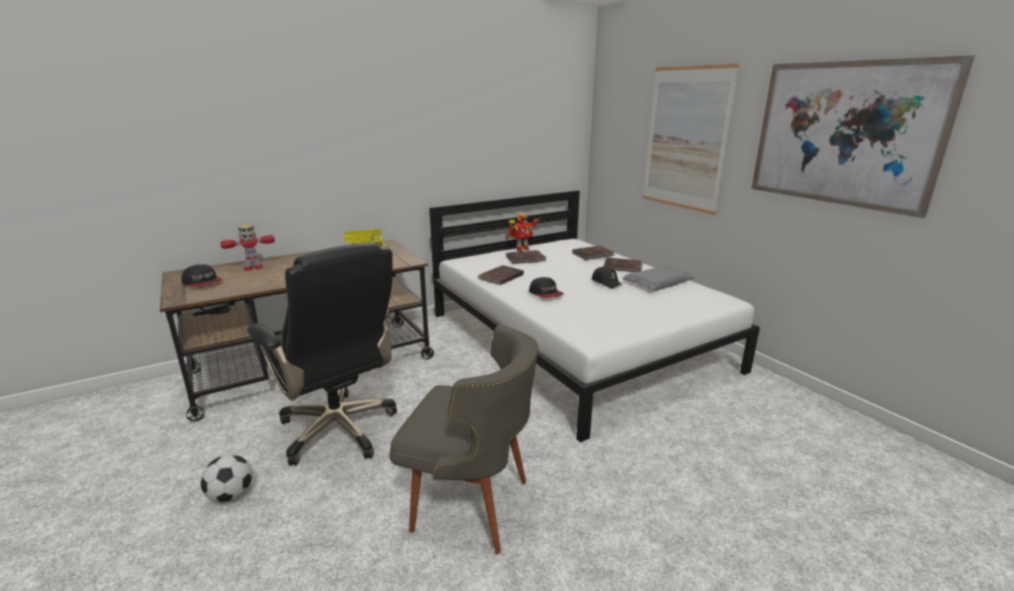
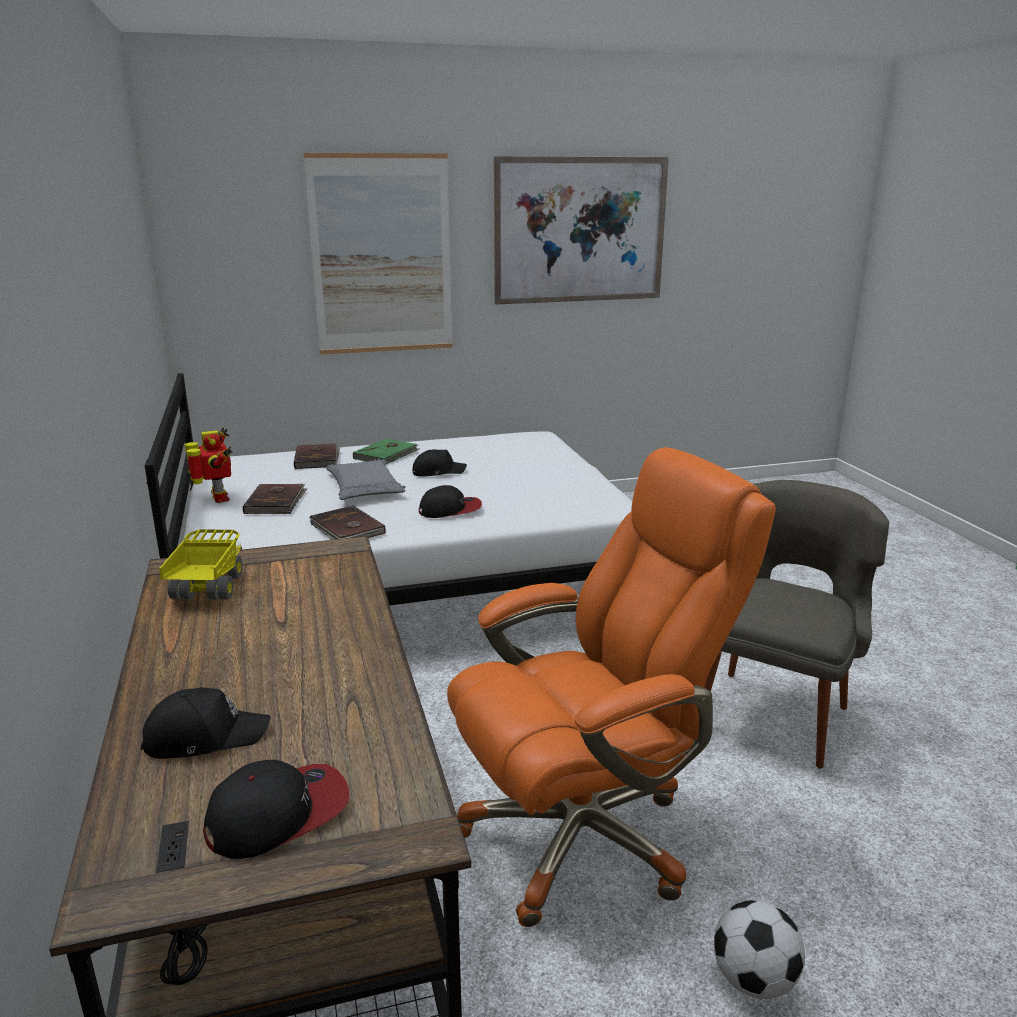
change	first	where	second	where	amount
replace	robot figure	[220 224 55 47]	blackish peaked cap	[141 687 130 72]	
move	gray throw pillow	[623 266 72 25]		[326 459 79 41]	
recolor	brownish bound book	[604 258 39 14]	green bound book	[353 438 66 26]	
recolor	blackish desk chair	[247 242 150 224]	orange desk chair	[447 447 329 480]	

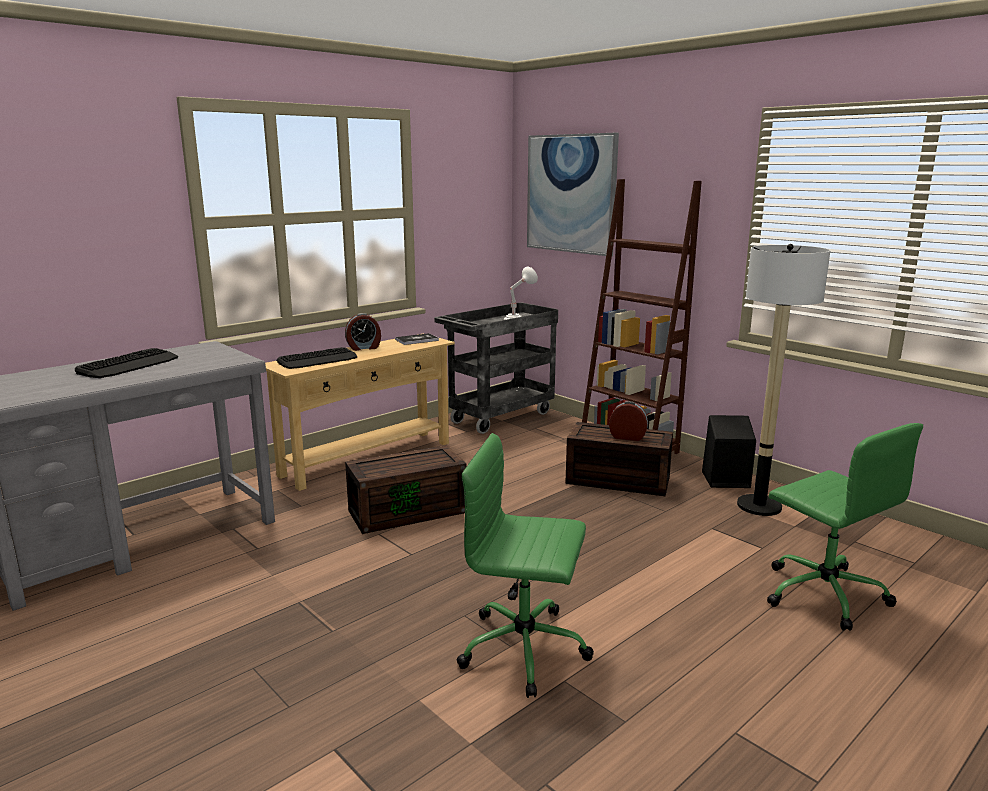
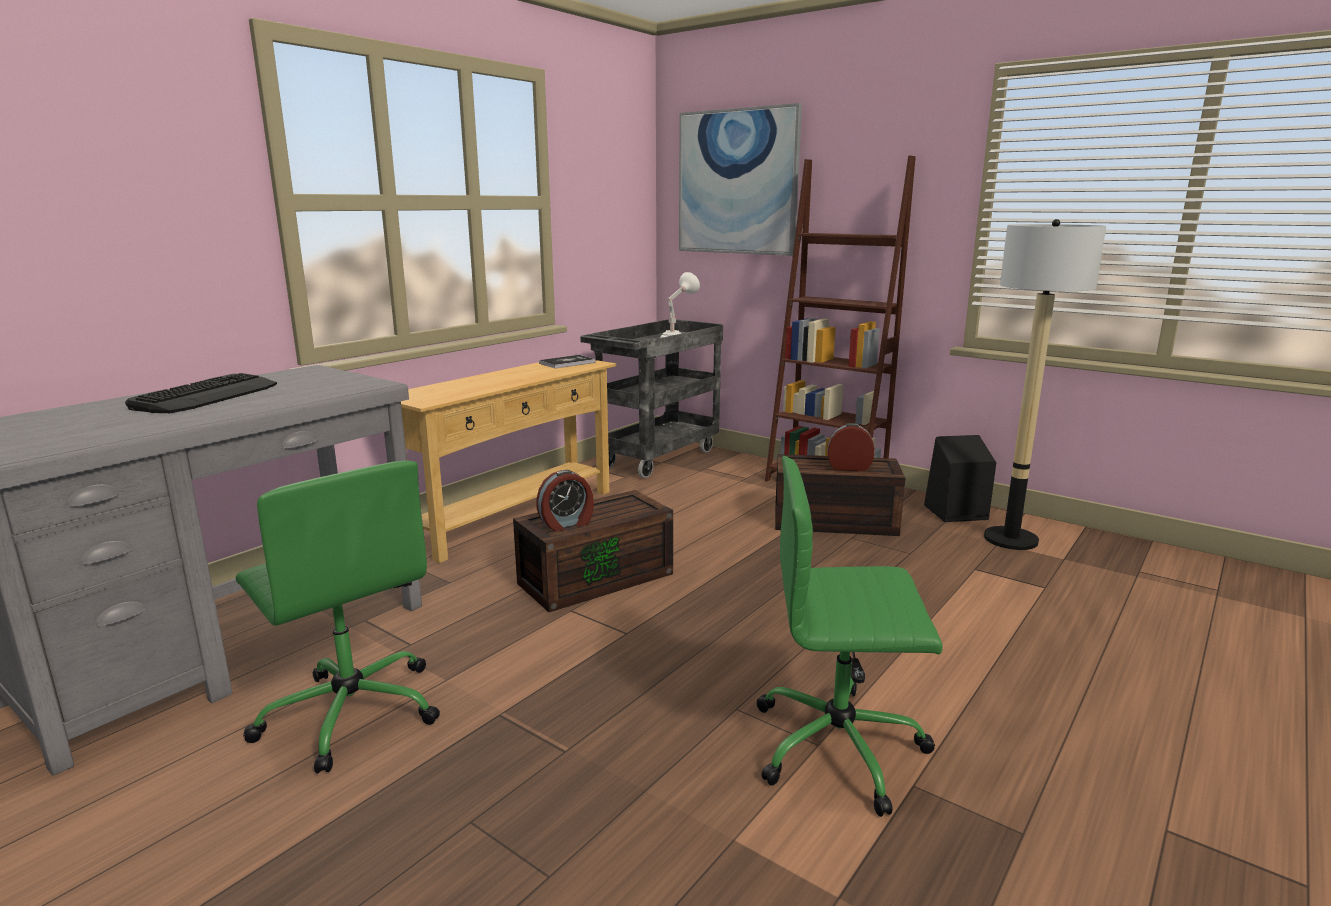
change	first	where	second	where	amount
move	green desk chair	[767 423 156 208]		[236 461 204 313]	
move	bedside clock	[345 313 36 38]		[536 470 58 61]	
delete	keyboard	[277 347 80 22]			

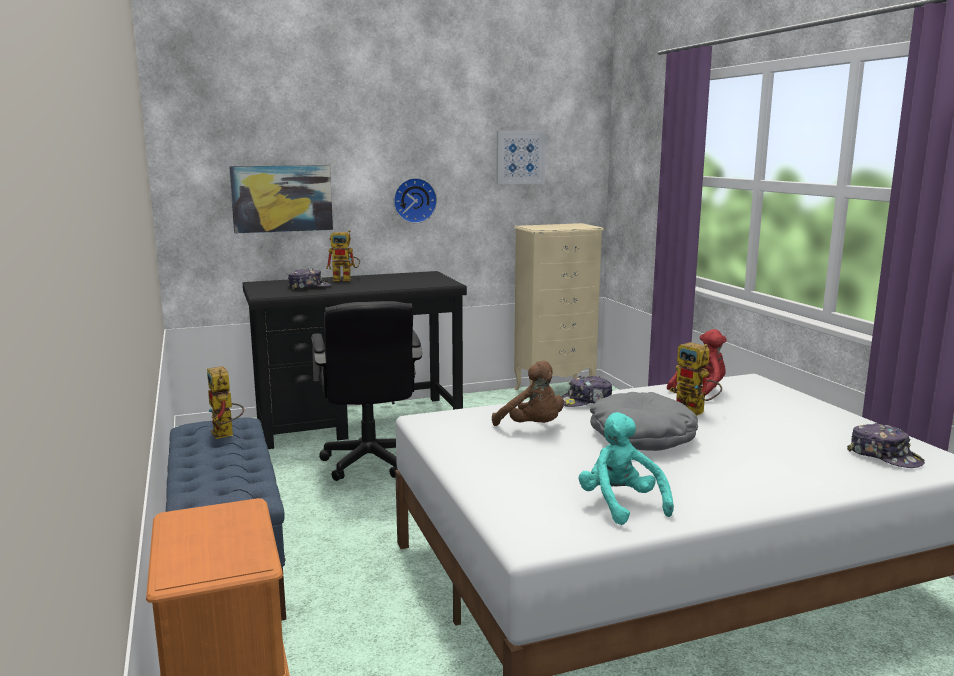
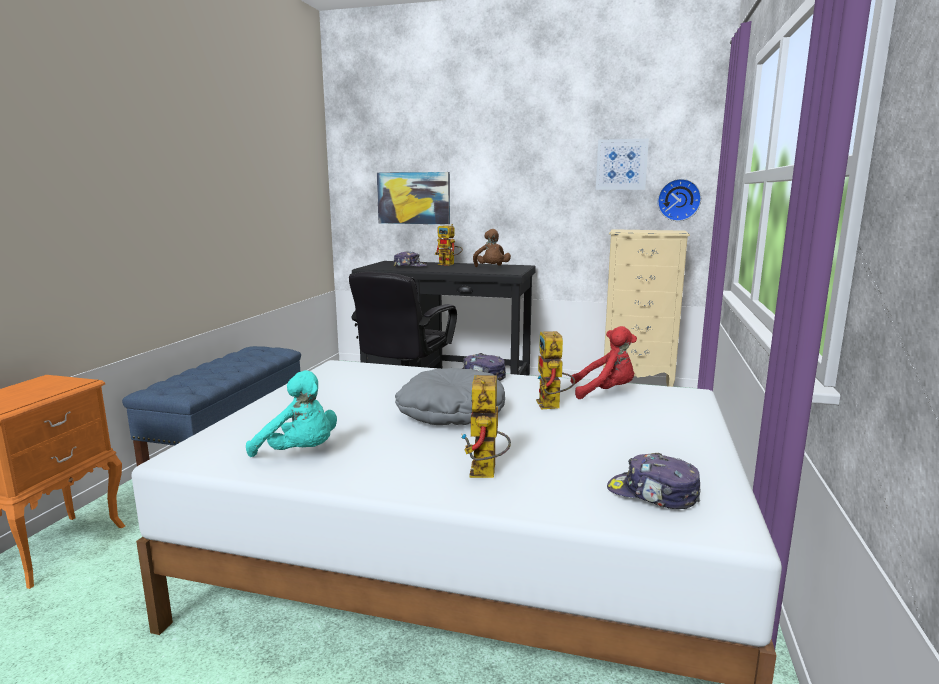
change	first	where	second	where	amount
rotate	turquoise-coloured plush toy	[579 412 95 113]		[246 370 91 87]	105 degrees clockwise
move	robot figure	[207 366 37 73]		[461 375 50 103]	
move	brownish plush toy	[492 361 72 65]		[473 229 38 38]	
rotate	peaked cap	[847 423 78 45]		[607 453 93 56]	120 degrees clockwise
move	clock on the wall	[394 178 43 45]		[657 179 44 42]	

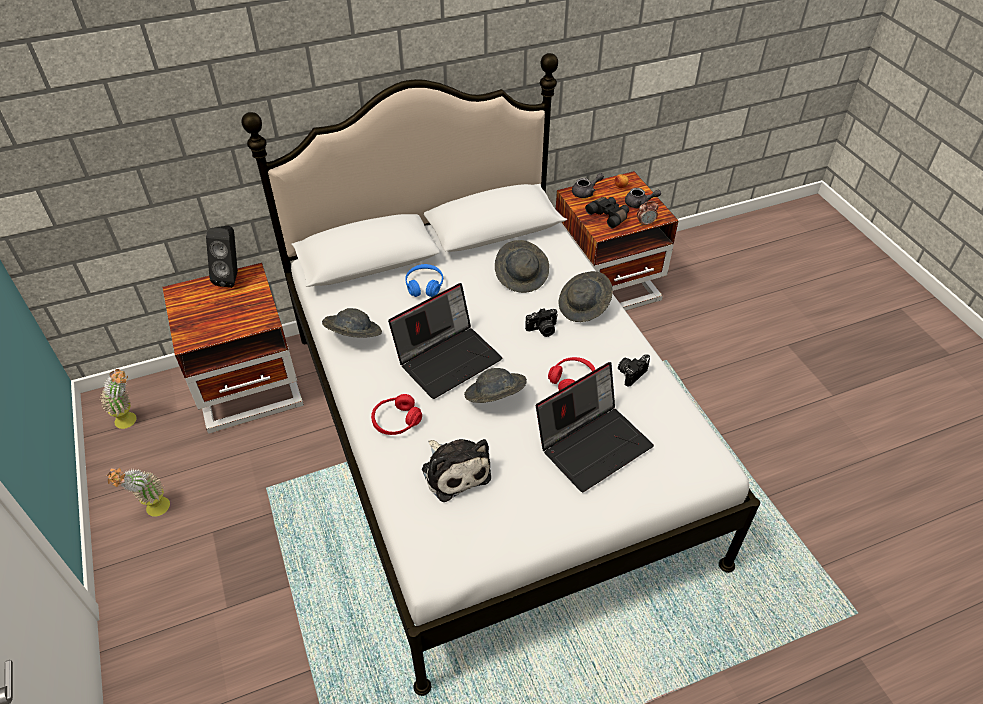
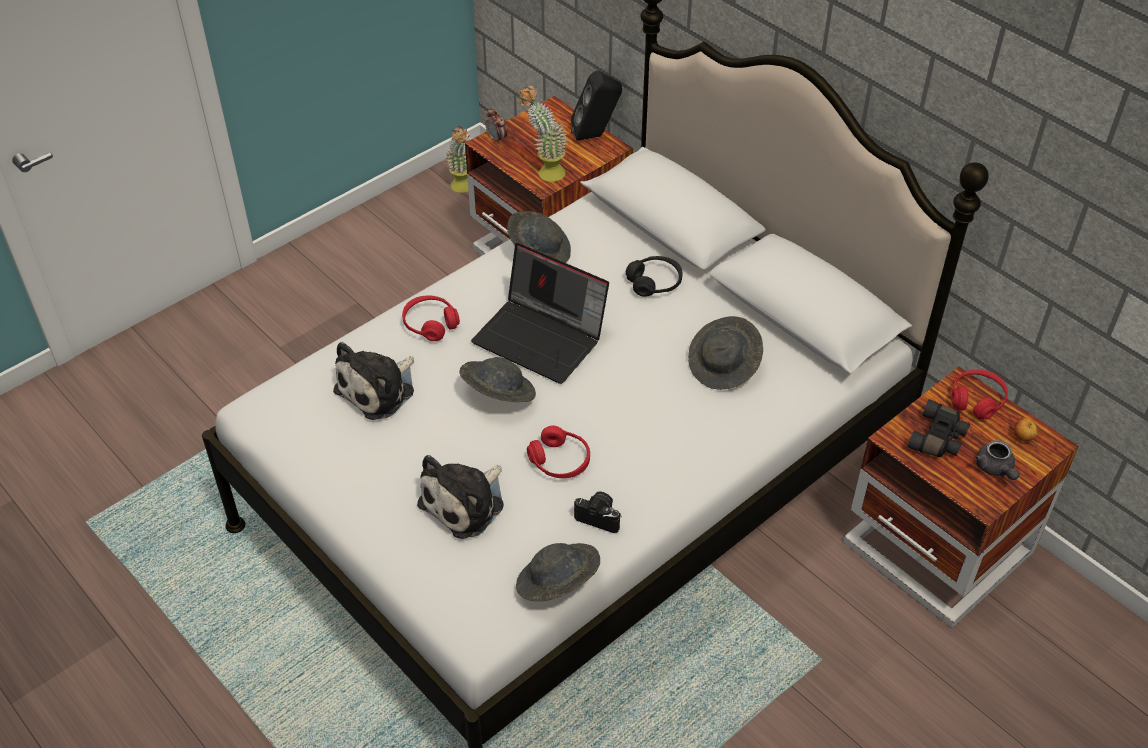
change	first	where	second	where	amount
replace	notebook computer	[536 362 118 130]	plush toy	[417 455 87 84]	
move	bedside clock	[637 201 21 25]		[485 108 22 36]	
move	gray hat	[559 271 54 51]		[516 543 84 58]	
move	houseplant	[106 468 64 48]		[519 86 49 96]	
recolor	blue headset	[405 264 38 33]	blackish headset	[626 256 57 41]	
replace	gray pot for tea	[572 173 32 25]	reddish headset	[951 369 57 50]	
delete	still camera	[525 308 33 29]			

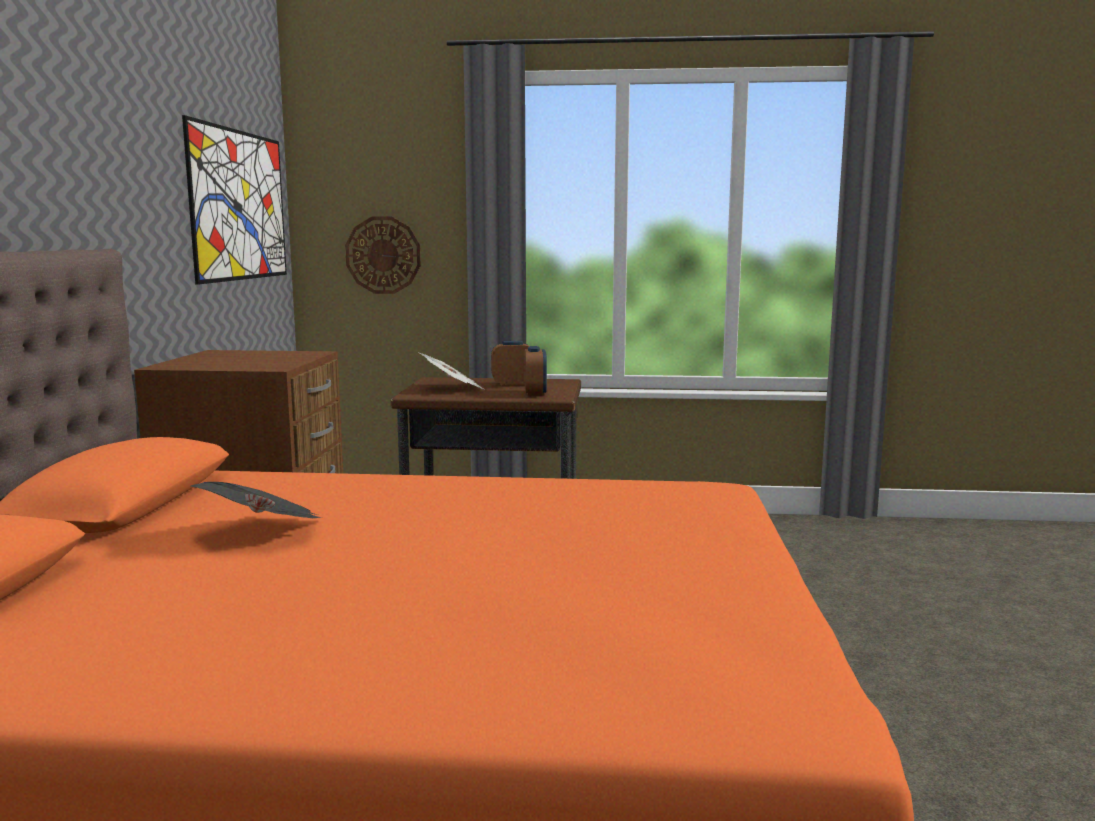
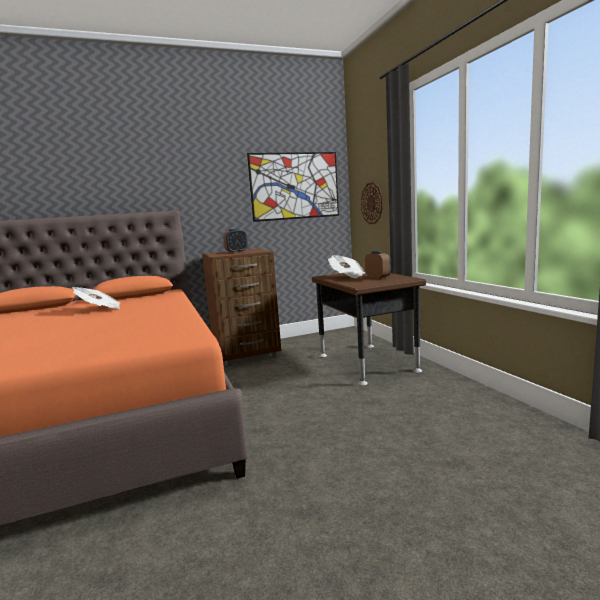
change	first	where	second	where	amount
move	bedside clock	[524 346 23 50]		[223 229 25 24]	

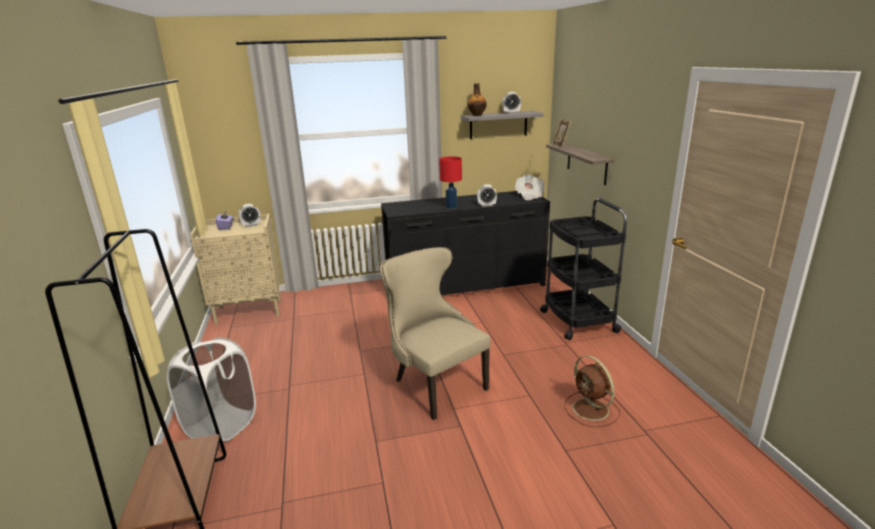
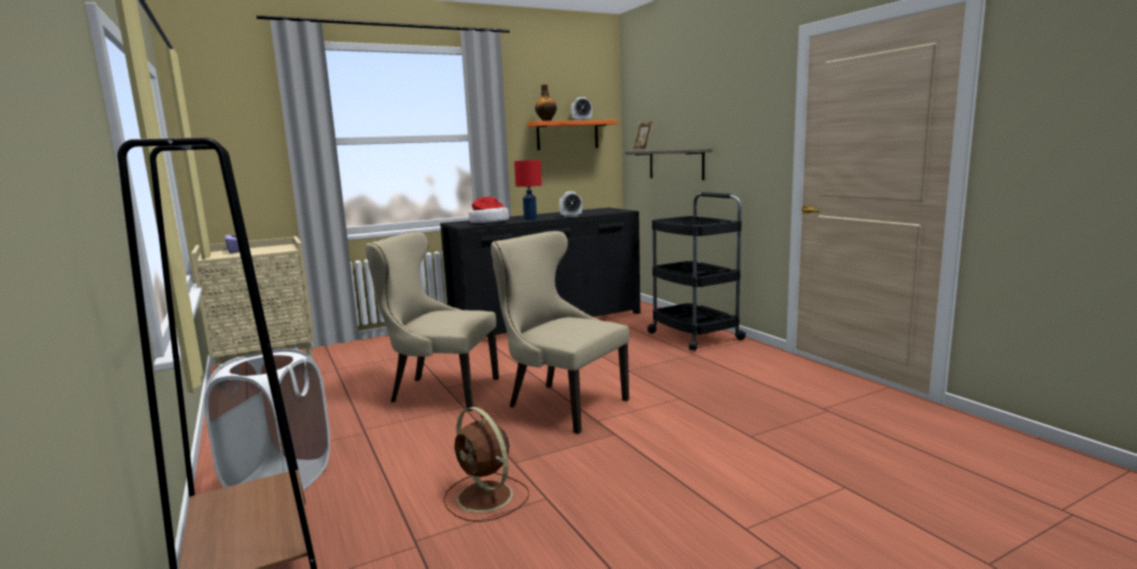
change	first	where	second	where	amount
insert			sand-coloured plain chair	[366 232 133 179]	
move	brownish electric fan	[564 355 56 72]		[443 407 86 115]	
insert			hat	[469 197 40 26]	
recolor	gray bracket shelf	[461 111 83 28]	orange bracket shelf	[527 120 91 30]	
delete	bedside clock	[238 204 23 23]			
delete	newspaper	[514 175 31 25]			

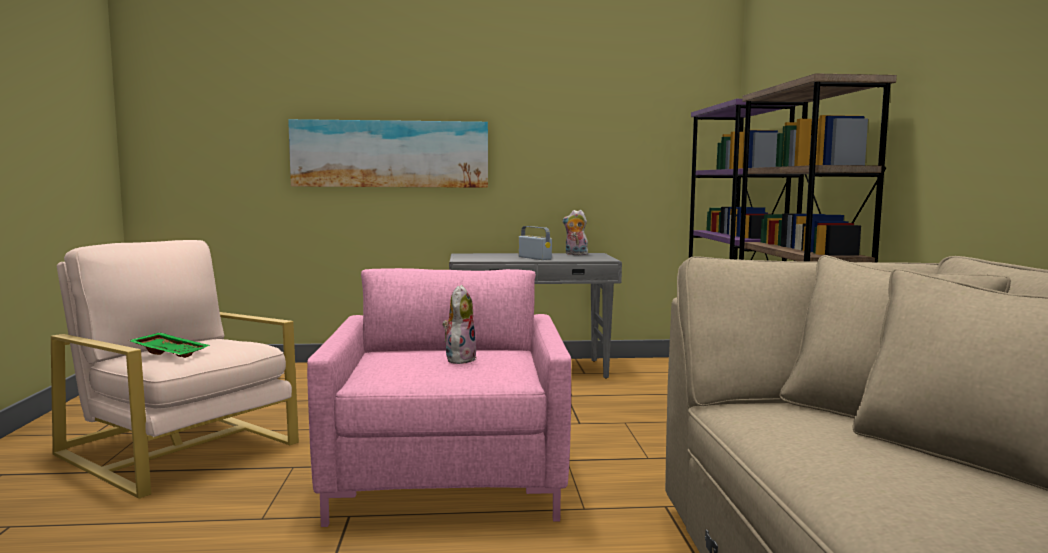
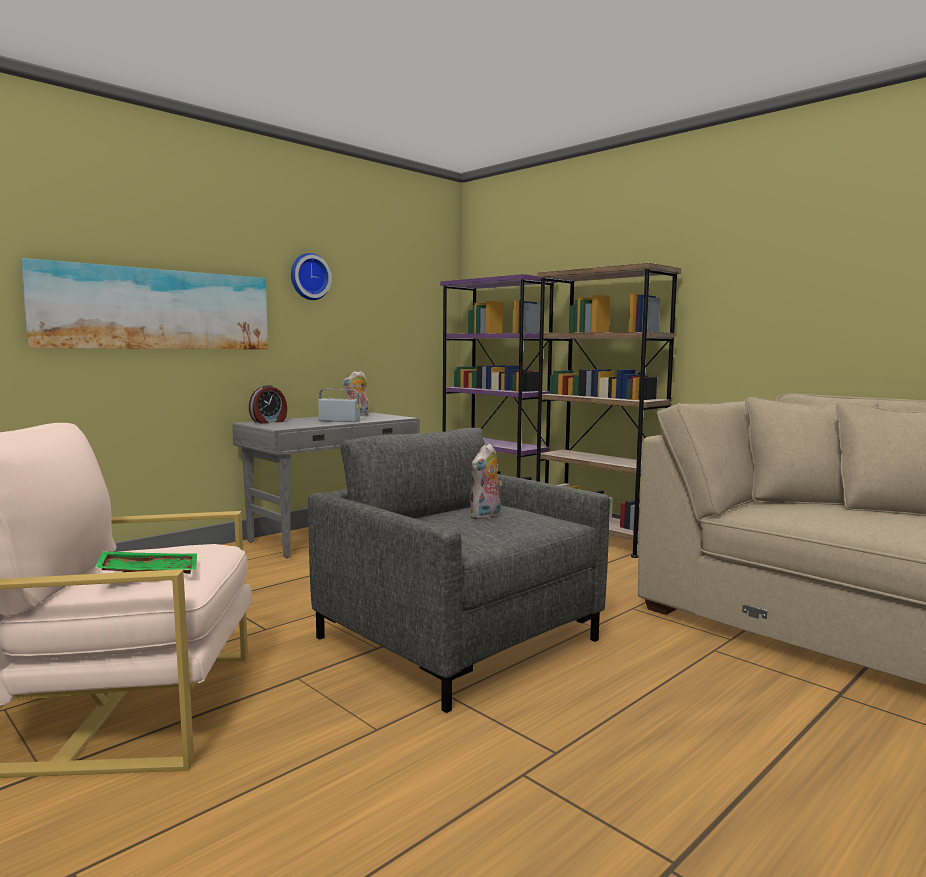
change	first	where	second	where	amount
insert			bedside clock	[249 385 38 39]	
insert			clock on the wall	[291 253 41 47]	
recolor	pink lounge chair	[307 268 264 259]	gray lounge chair	[308 428 302 285]	
rotate	plush toy	[442 285 35 79]		[469 443 33 77]	120 degrees counterclockwise

